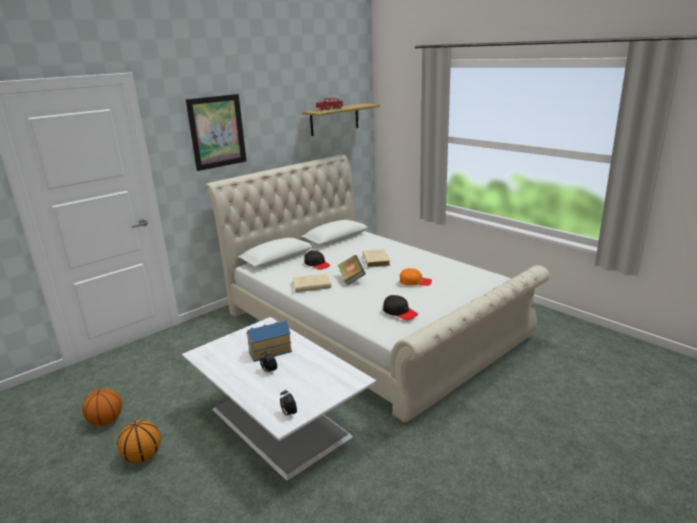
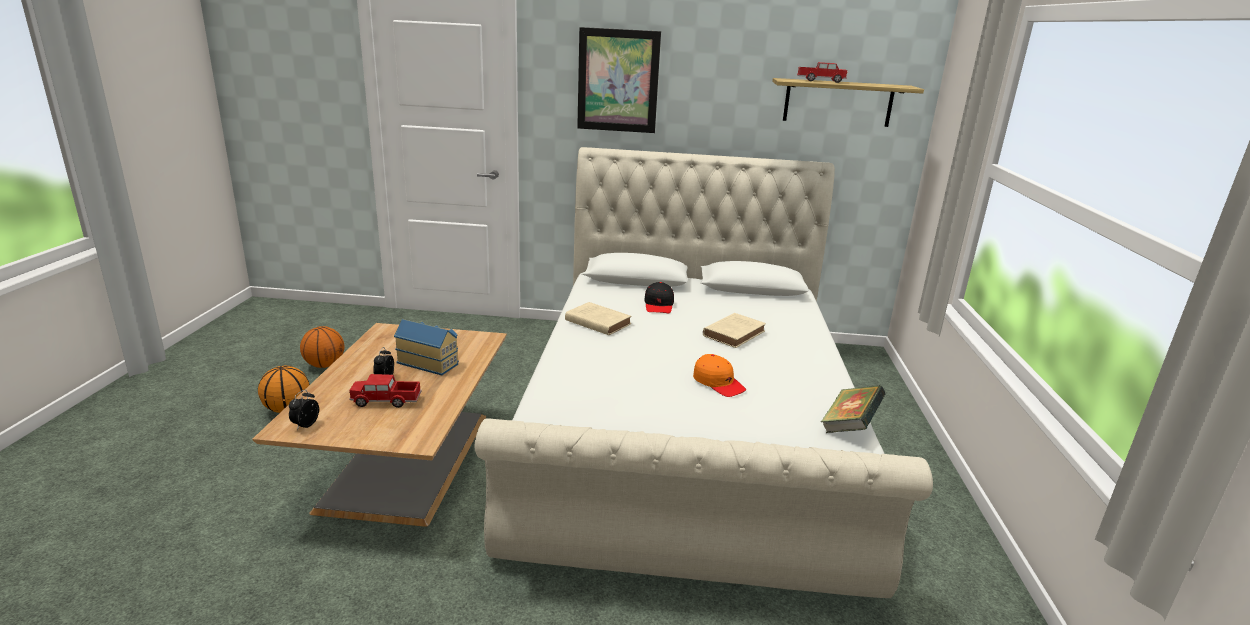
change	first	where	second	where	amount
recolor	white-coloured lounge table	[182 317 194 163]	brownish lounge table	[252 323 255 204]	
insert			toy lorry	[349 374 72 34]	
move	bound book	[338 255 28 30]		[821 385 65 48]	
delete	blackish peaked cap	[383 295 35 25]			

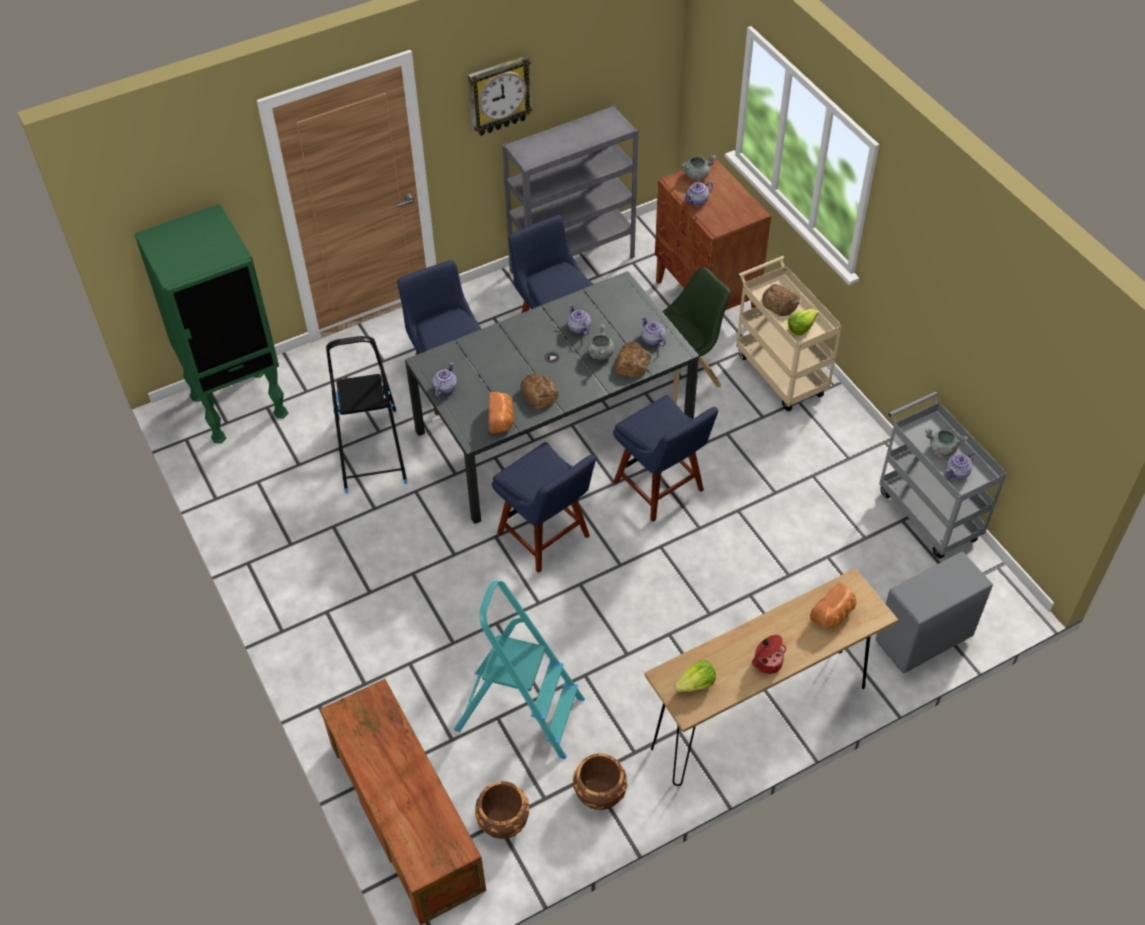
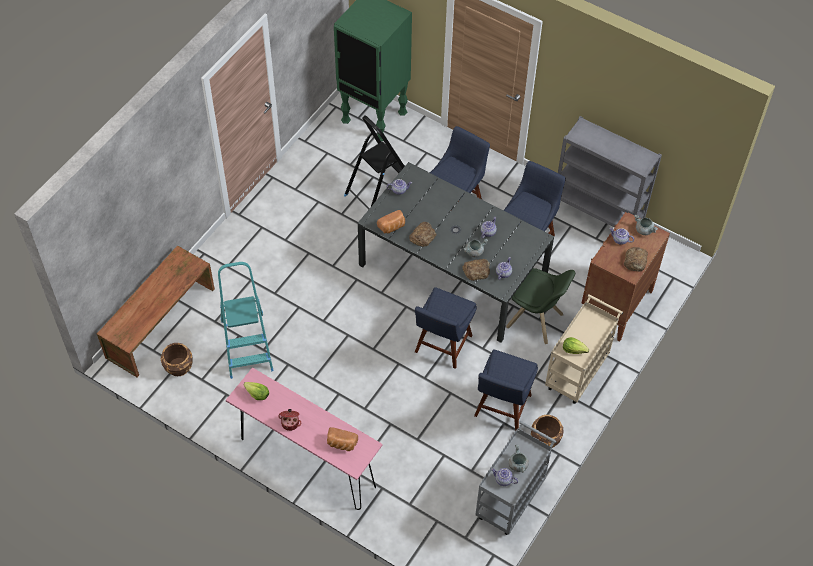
change	first	where	second	where	amount
recolor	brownish narrow table	[644 568 254 218]	pink narrow table	[226 367 157 143]	
move	blue plain chair	[492 442 104 131]		[474 350 64 80]	
move	brownish flower pot	[573 753 54 57]		[531 415 33 33]	
move	bread	[762 284 38 32]		[624 247 24 25]	
delete	clock on the wall	[468 55 65 81]			
delete	gray night table	[875 552 118 121]			

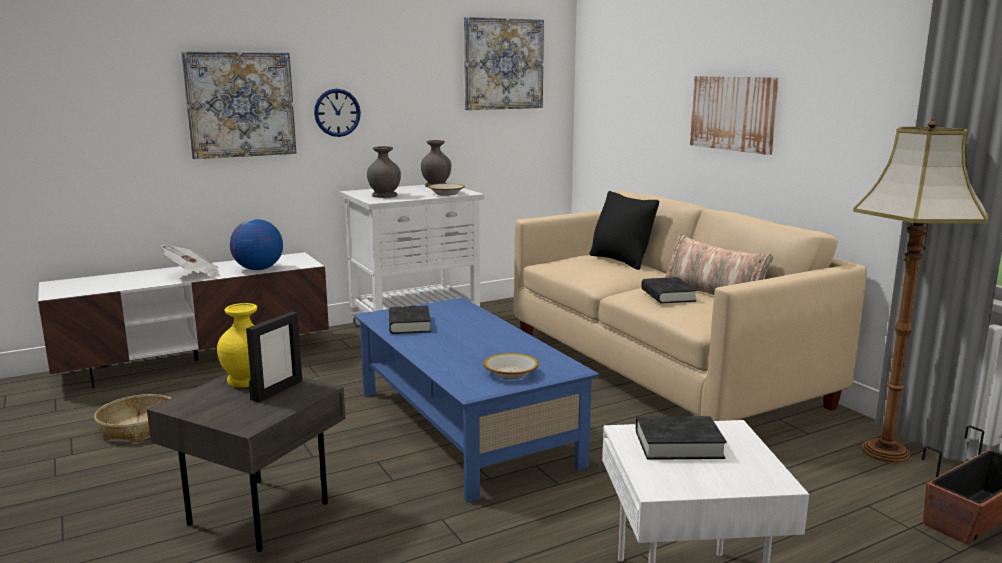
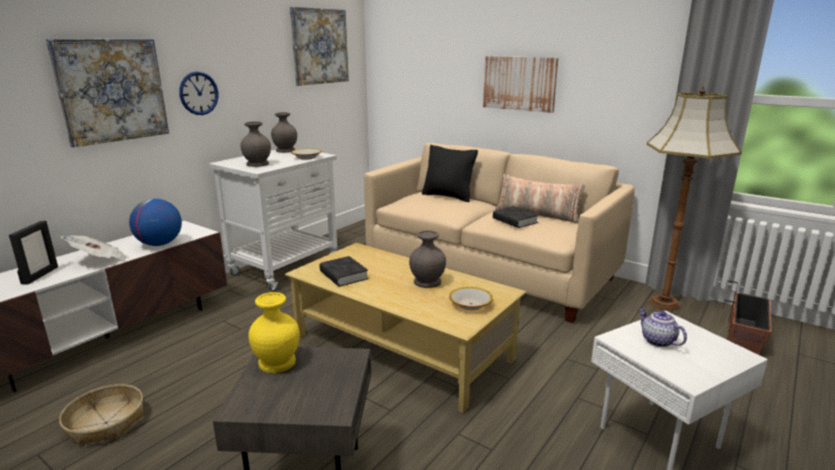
change	first	where	second	where	amount
move	picture frame	[246 312 56 91]		[9 221 49 64]	
recolor	blue lounge table	[354 298 245 204]	sand-coloured lounge table	[285 243 241 170]	
insert			gray vase	[409 230 37 58]	
replace	blackish bound book	[636 416 91 44]	pot for tea	[638 308 49 39]	

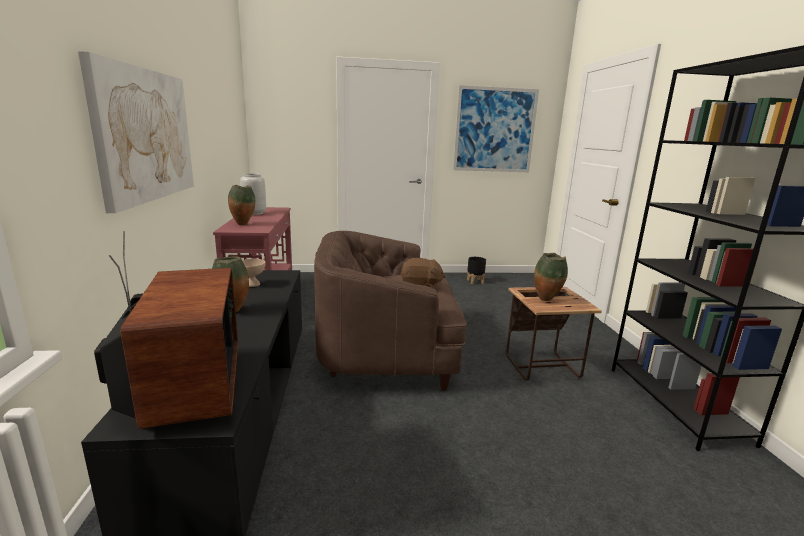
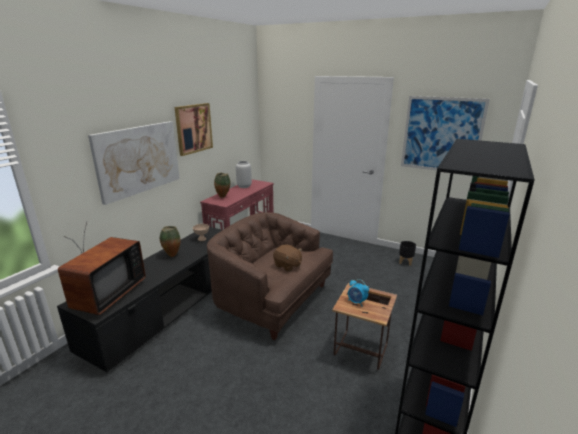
change	first	where	second	where	amount
insert			wall picture	[174 103 39 53]	
replace	vase	[534 253 34 48]	bedside clock	[348 279 21 27]	

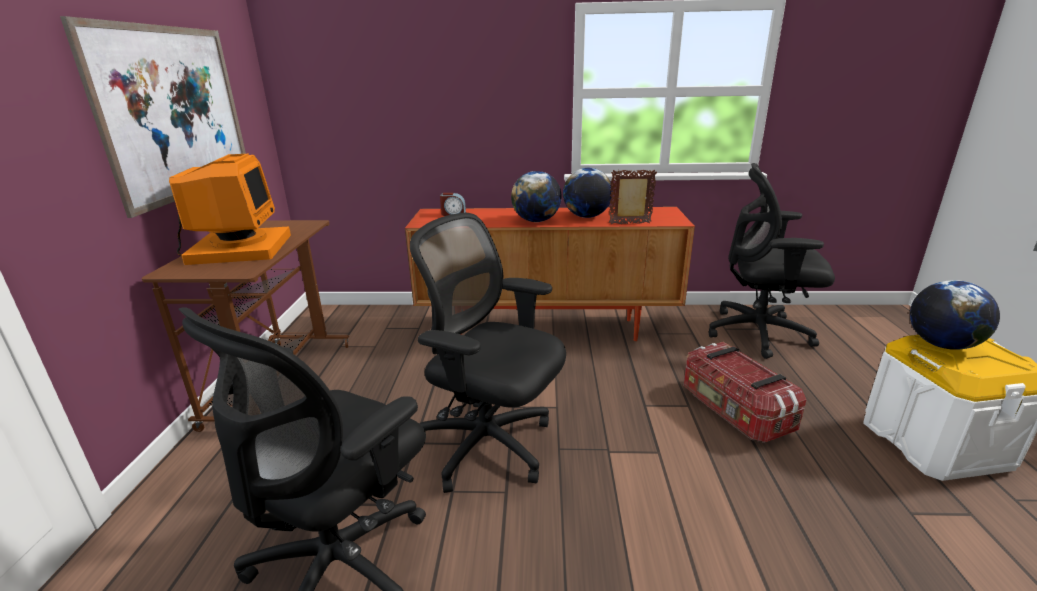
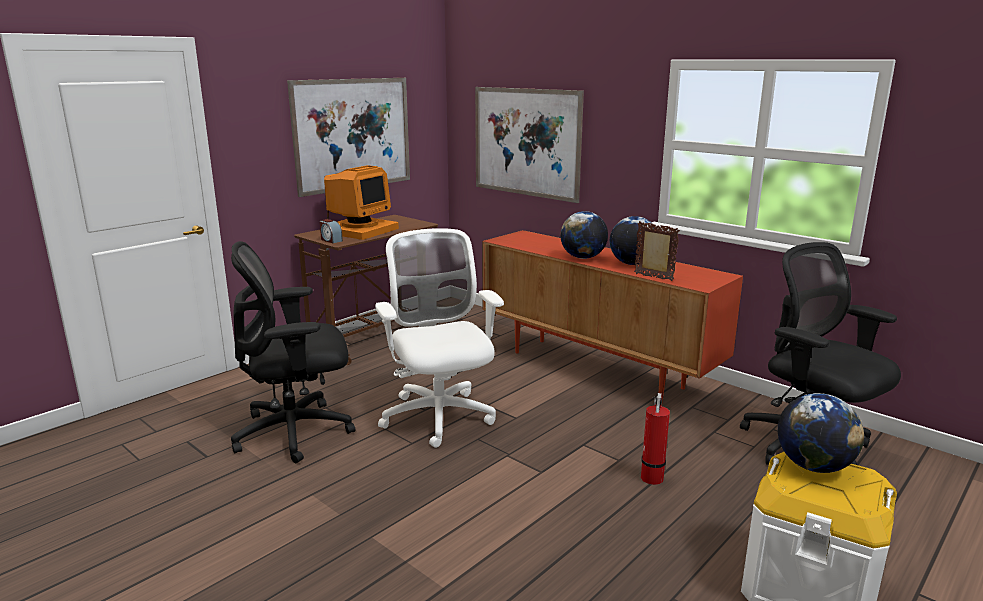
change	first	where	second	where	amount
move	bedside clock	[440 193 26 23]		[320 219 23 24]	
recolor	blackish desk chair	[410 213 156 280]	white-coloured desk chair	[375 228 129 220]	
insert			wall picture	[475 87 109 116]	
replace	storage bin	[683 342 124 101]	fire-fighting cylinder	[641 393 29 92]	

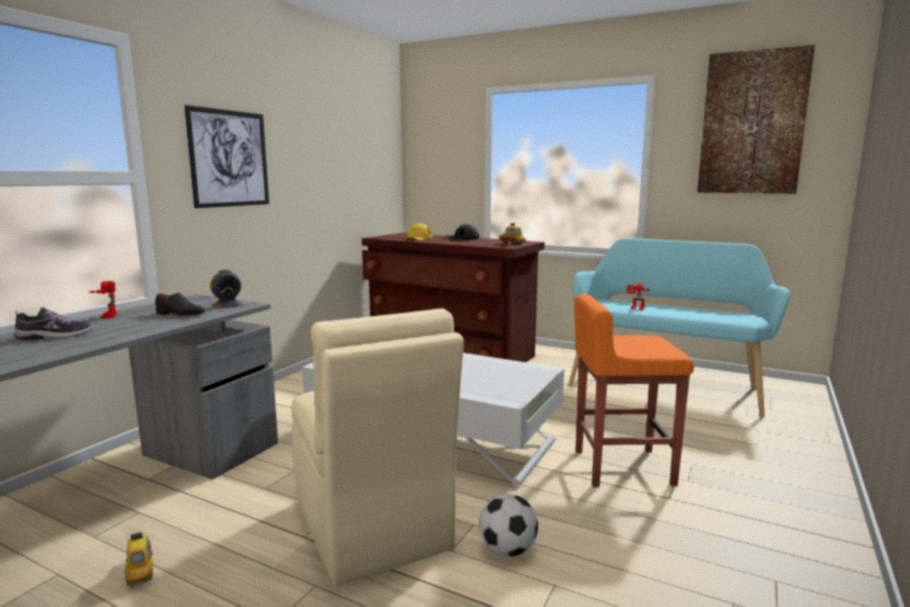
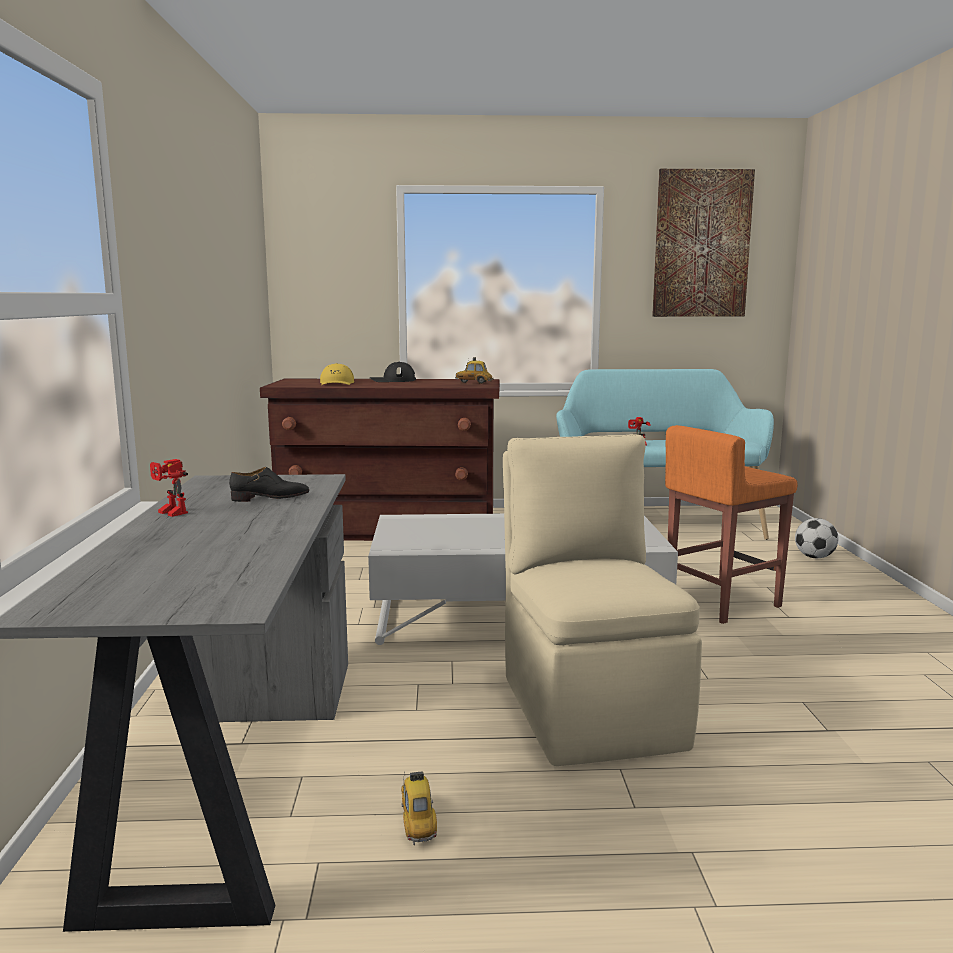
change	first	where	second	where	amount
rotate	model car	[125 532 28 57]		[401 770 36 75]	45 degrees clockwise
rotate	sand-coloured plain chair	[291 308 173 278]		[503 434 199 332]	135 degrees counterclockwise
move	football	[479 494 59 63]		[795 518 43 40]	
delete	shoe	[14 307 79 33]			
delete	wall picture	[184 105 85 103]			
delete	bedside clock	[210 270 33 39]			

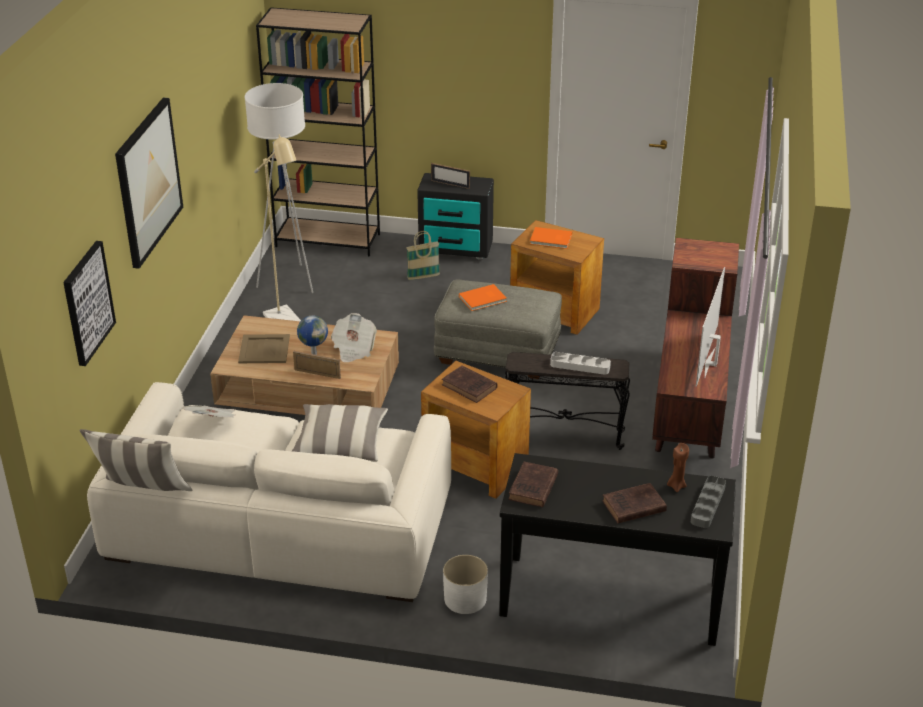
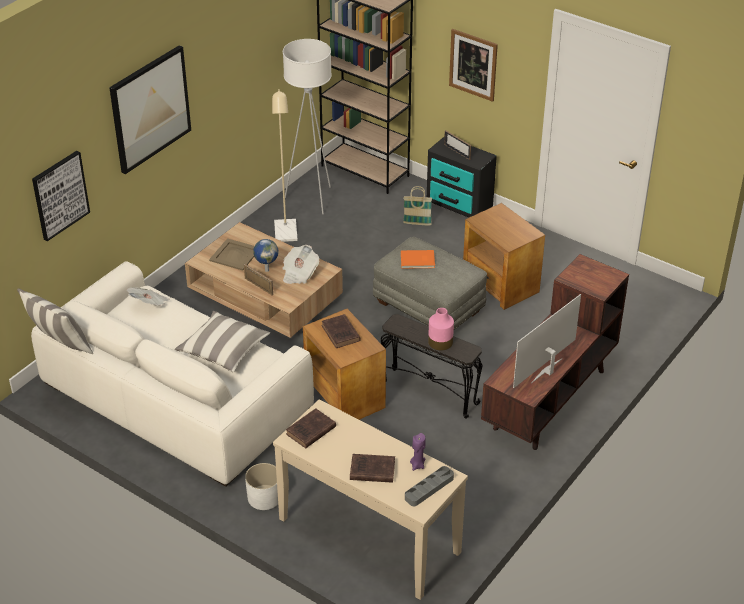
change	first	where	second	where	amount
recolor	blackish narrow table	[499 453 237 193]	sand-coloured narrow table	[273 399 195 201]	
recolor	brownish wax light	[667 443 22 49]	purple-coloured wax light	[410 433 16 38]	
replace	gray carrying tray	[550 352 61 23]	pink vase	[428 308 26 42]	
insert			wall picture	[449 29 49 73]	
delete	orange bound book	[530 227 42 22]			

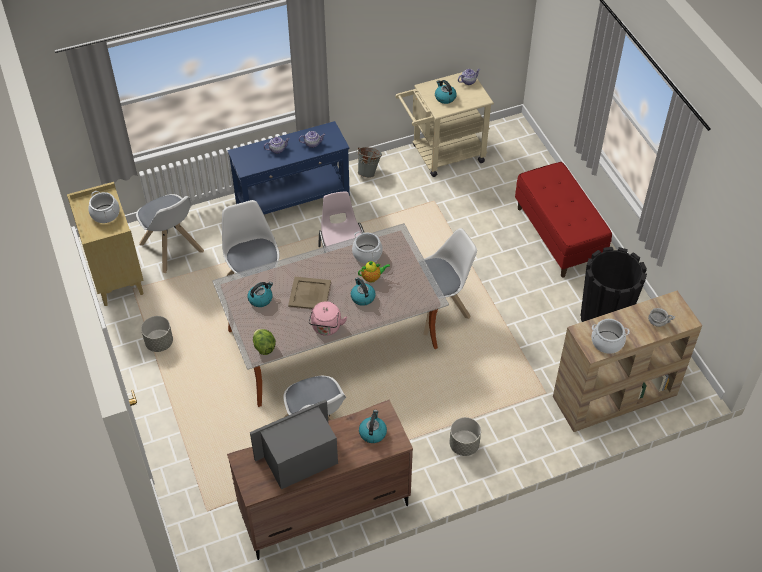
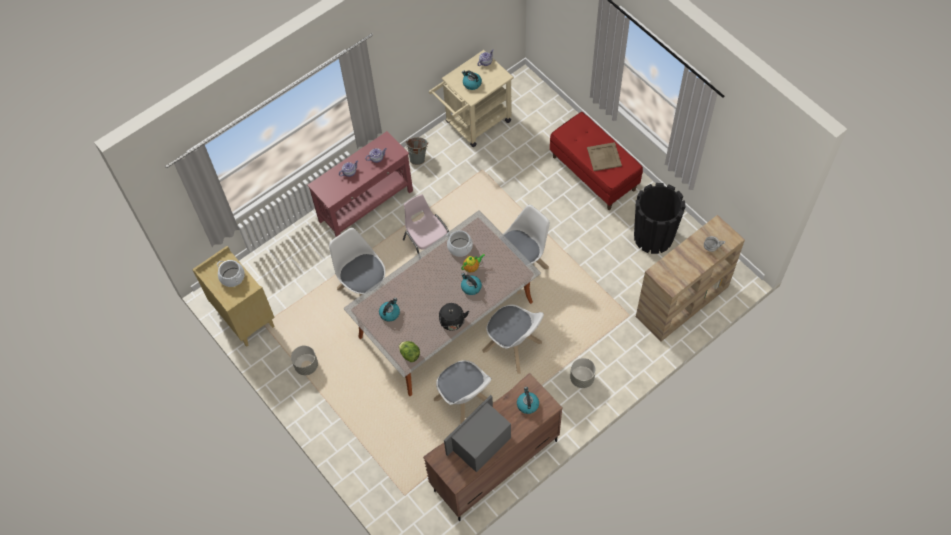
change	first	where	second	where	amount
recolor	blue narrow table	[227 121 123 93]	reddish narrow table	[307 131 106 106]	
recolor	pink tea kettle	[309 301 38 35]	blackish tea kettle	[439 303 30 27]	
move	plain chair	[136 194 68 79]		[482 304 62 70]	
move	sand-coloured carrying tray	[288 277 43 32]		[587 142 35 29]	
delete	cooking pot	[591 319 39 35]			

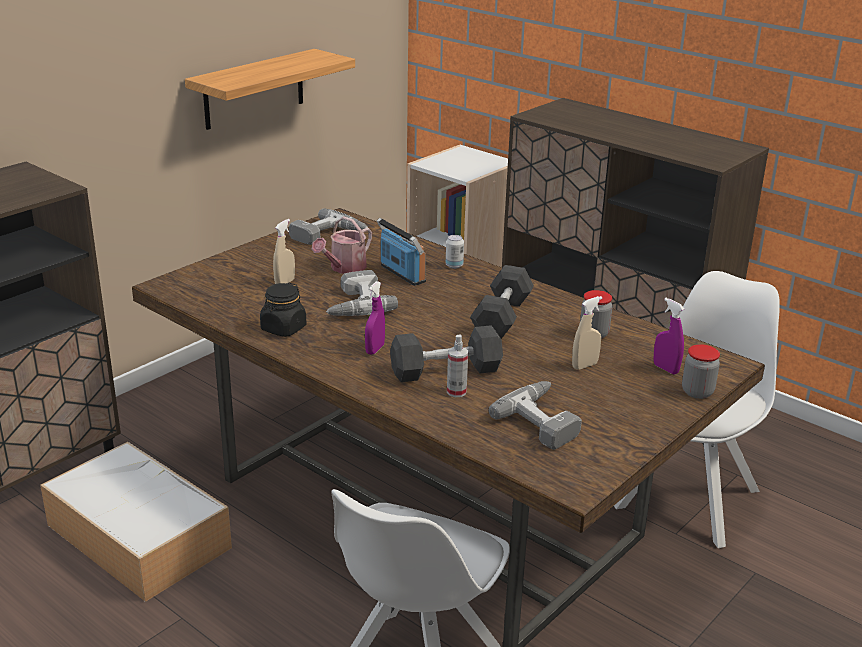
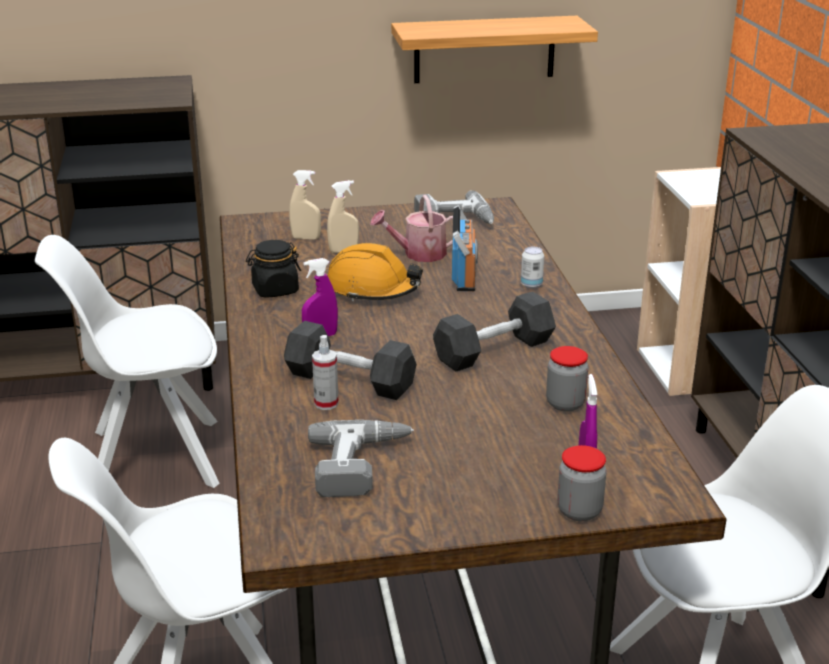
change	first	where	second	where	amount
replace	storage bin	[40 442 192 160]	white-coloured plain chair	[35 235 185 253]	
move	sand-coloured sprayer	[572 296 30 74]		[289 170 32 70]	
replace	drill	[326 270 72 46]	orange hard hat	[328 243 95 59]	

